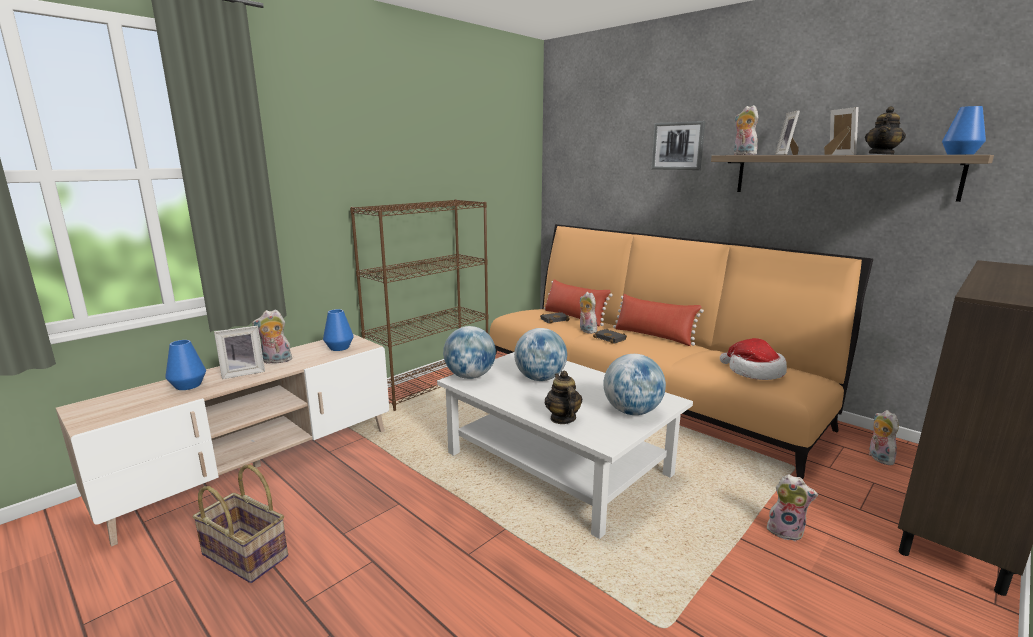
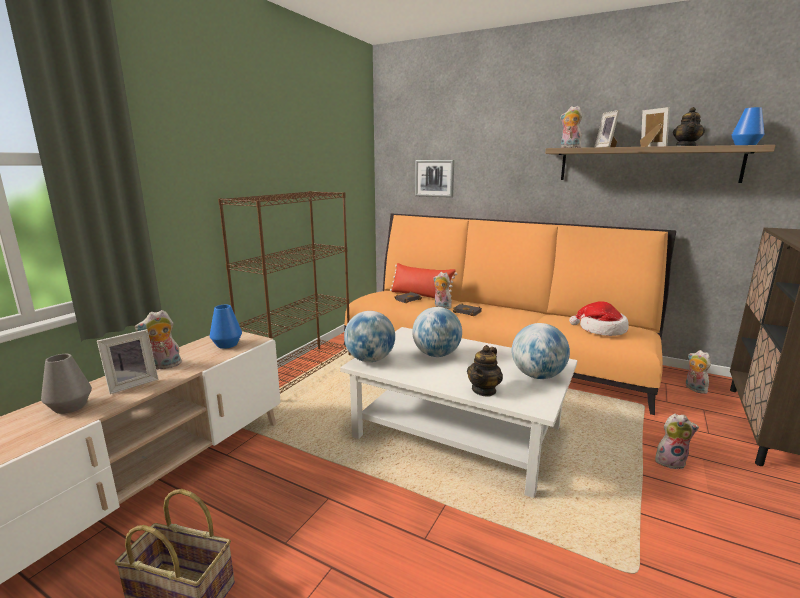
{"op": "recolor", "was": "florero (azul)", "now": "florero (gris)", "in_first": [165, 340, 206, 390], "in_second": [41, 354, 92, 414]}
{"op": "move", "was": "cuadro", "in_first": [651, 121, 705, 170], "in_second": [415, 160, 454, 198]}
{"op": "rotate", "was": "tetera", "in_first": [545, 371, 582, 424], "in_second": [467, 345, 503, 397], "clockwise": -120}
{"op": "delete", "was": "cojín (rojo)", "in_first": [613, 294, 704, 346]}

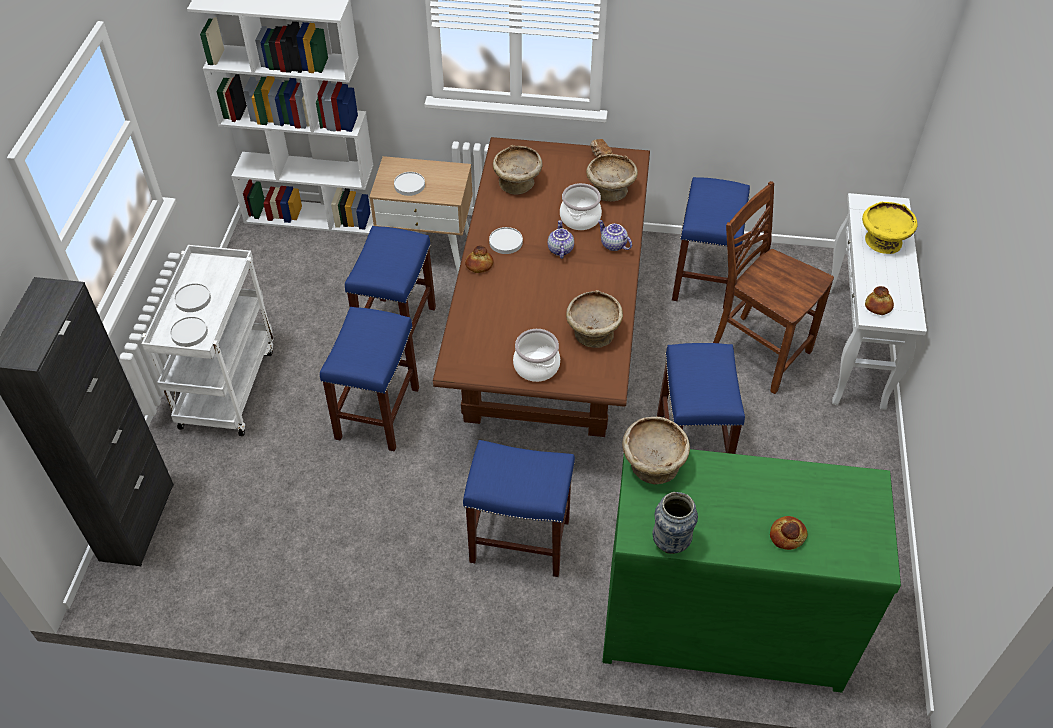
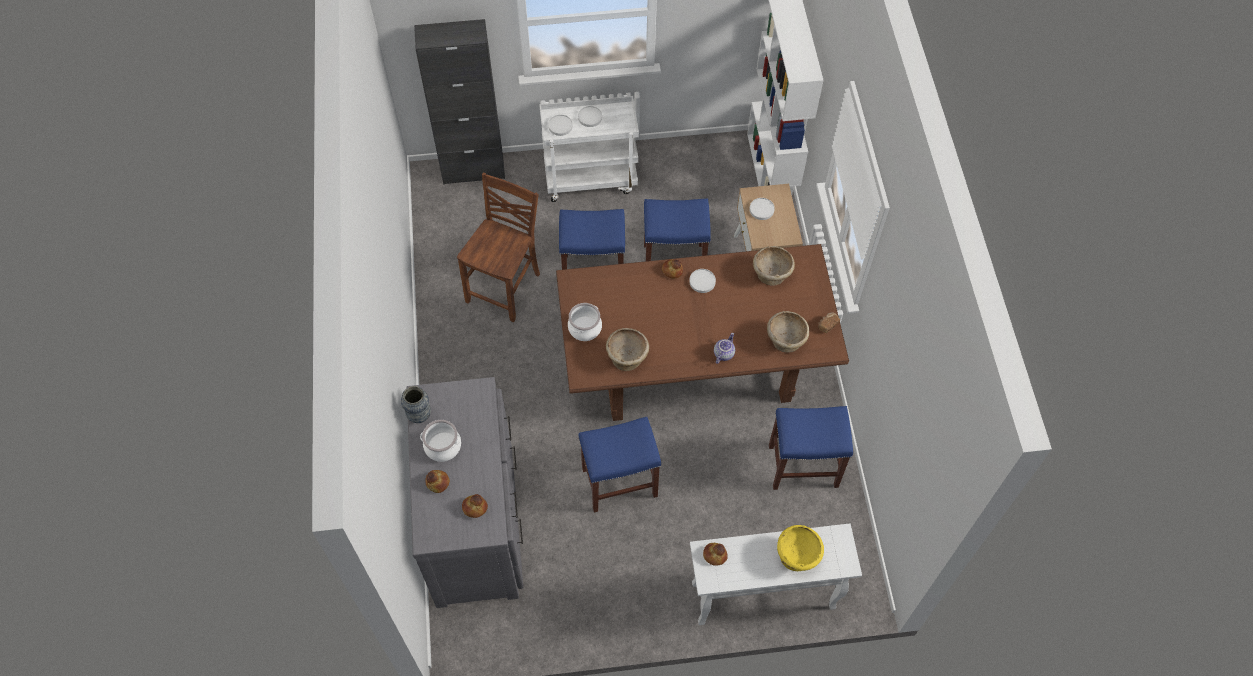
{"op": "recolor", "was": "cómoda (verde)", "now": "cómoda (gris)", "in_first": [602, 449, 901, 693], "in_second": [406, 377, 523, 608]}
{"op": "move", "was": "olla", "in_first": [560, 183, 602, 230], "in_second": [420, 420, 461, 462]}
{"op": "move", "was": "silla (marrón)", "in_first": [713, 181, 834, 394], "in_second": [457, 173, 540, 322]}
{"op": "insert", "now": "pan", "in_second": [462, 494, 488, 518]}
{"op": "delete", "was": "taburete (azul)", "in_first": [463, 440, 575, 577]}
{"op": "delete", "was": "tetera", "in_first": [548, 220, 574, 259]}
{"op": "delete", "was": "cuenco (beis)", "in_first": [622, 417, 690, 484]}

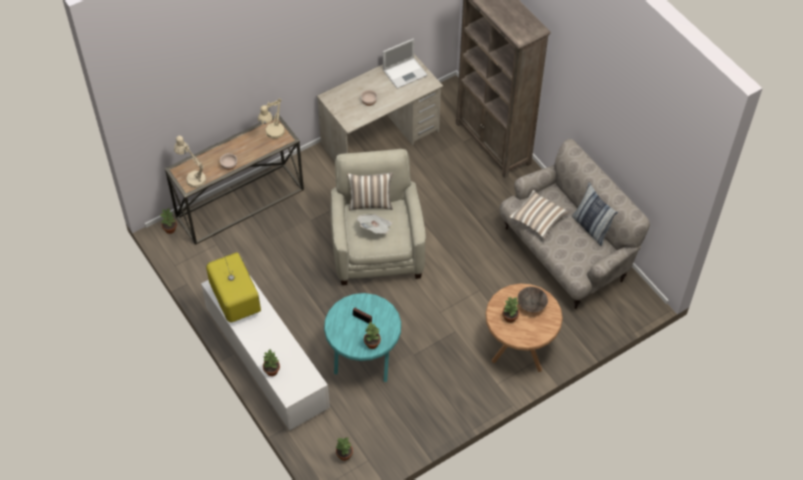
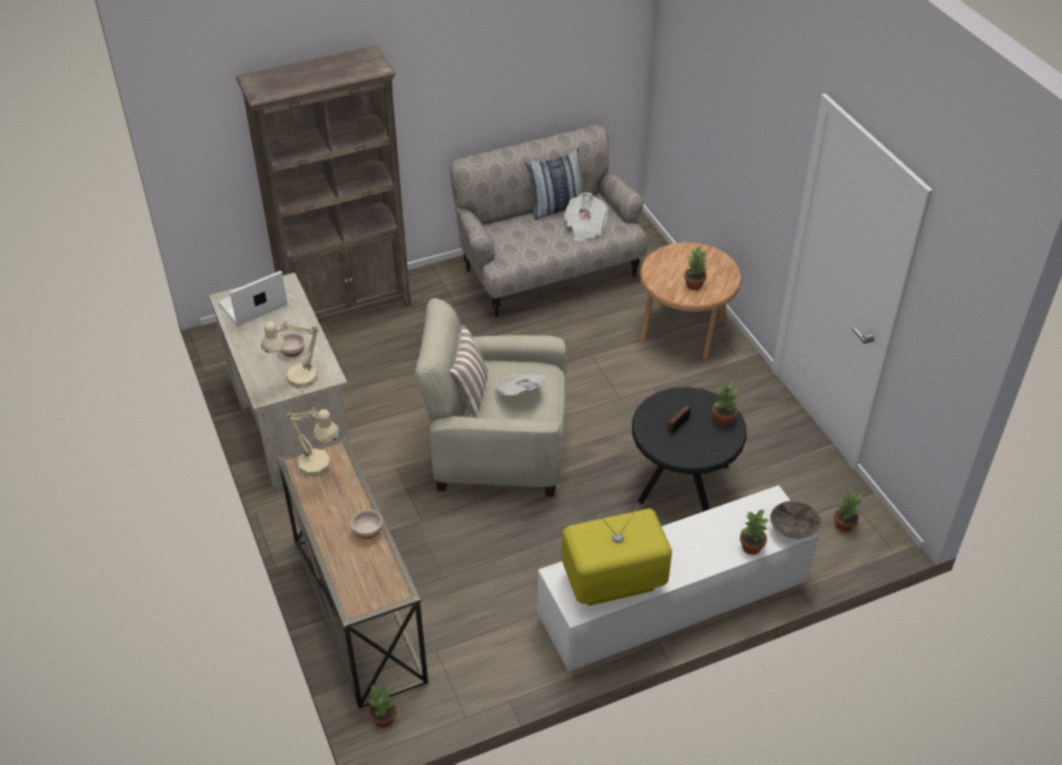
{"op": "rotate", "was": "portátil", "in_first": [383, 38, 427, 89], "in_second": [218, 271, 288, 326], "clockwise": -105}
{"op": "move", "was": "lámpara de mesa (beis)", "in_first": [174, 136, 206, 188], "in_second": [261, 320, 319, 388]}
{"op": "insert", "now": "periódico", "in_second": [564, 192, 608, 241]}
{"op": "recolor", "was": "mesa auxiliar (turquesa)", "now": "mesa auxiliar (negro)", "in_first": [324, 293, 401, 382], "in_second": [632, 387, 747, 511]}
{"op": "move", "was": "cuenco (marrón)", "in_first": [518, 287, 548, 313], "in_second": [770, 501, 821, 538]}
{"op": "delete", "was": "cojín", "in_first": [509, 190, 570, 239]}

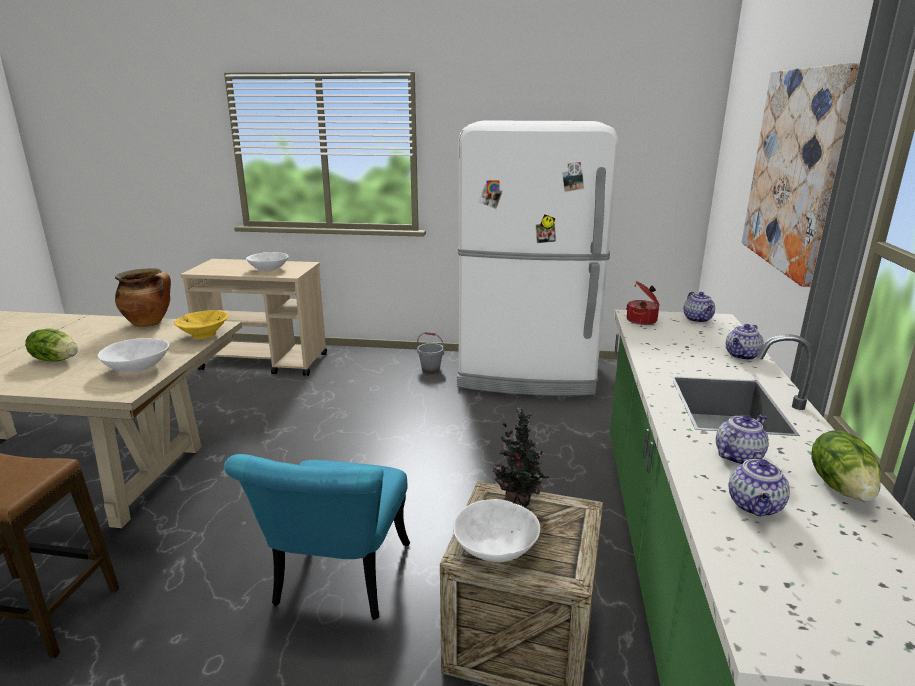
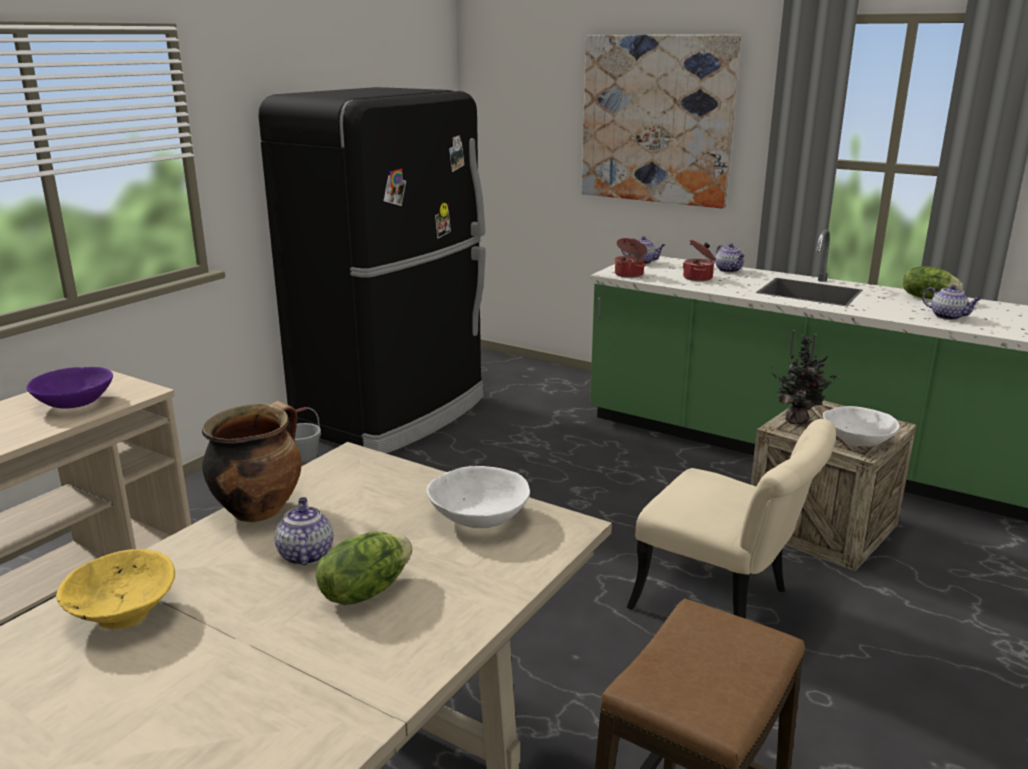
{"op": "recolor", "was": "cuenco (blanco)", "now": "cuenco (morado)", "in_first": [246, 252, 289, 271], "in_second": [27, 367, 113, 409]}
{"op": "move", "was": "cuenco (amarillo)", "in_first": [174, 310, 229, 339], "in_second": [56, 549, 175, 629]}
{"op": "recolor", "was": "nevera (blanco)", "now": "nevera (negro)", "in_first": [457, 120, 619, 396], "in_second": [258, 87, 485, 454]}
{"op": "move", "was": "tetera", "in_first": [716, 414, 769, 465], "in_second": [274, 497, 333, 565]}
{"op": "recolor", "was": "silla (turquesa)", "now": "silla (beis)", "in_first": [224, 454, 410, 620], "in_second": [626, 419, 836, 619]}
{"op": "insert", "now": "olla", "in_second": [683, 239, 715, 281]}

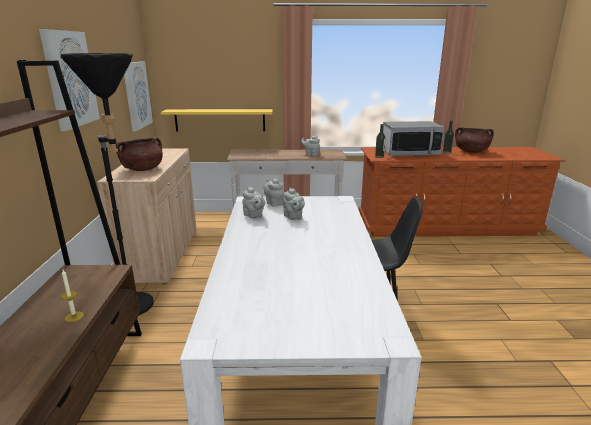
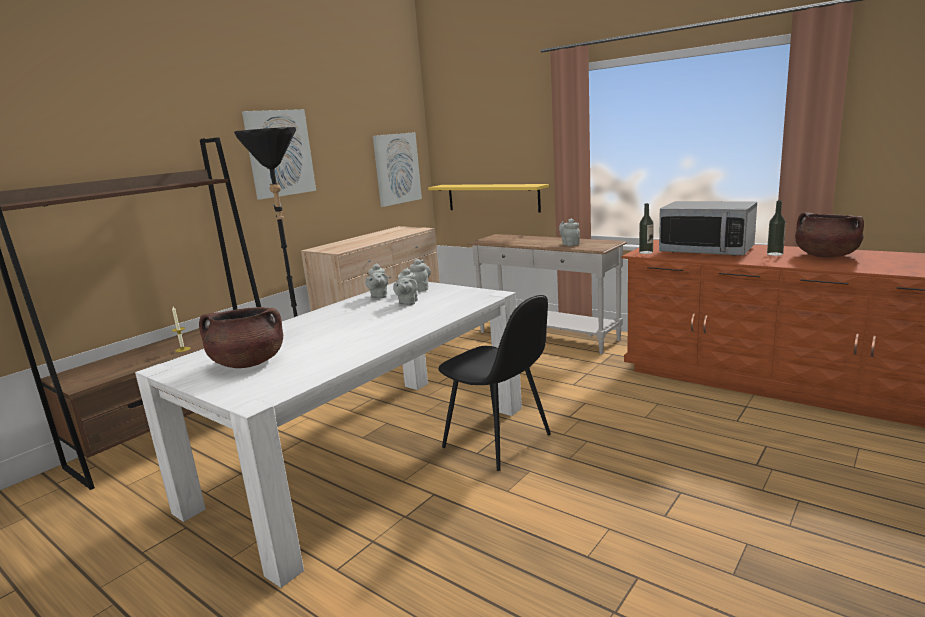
{"op": "move", "was": "olla (marrón)", "in_first": [116, 137, 163, 171], "in_second": [199, 307, 283, 368]}

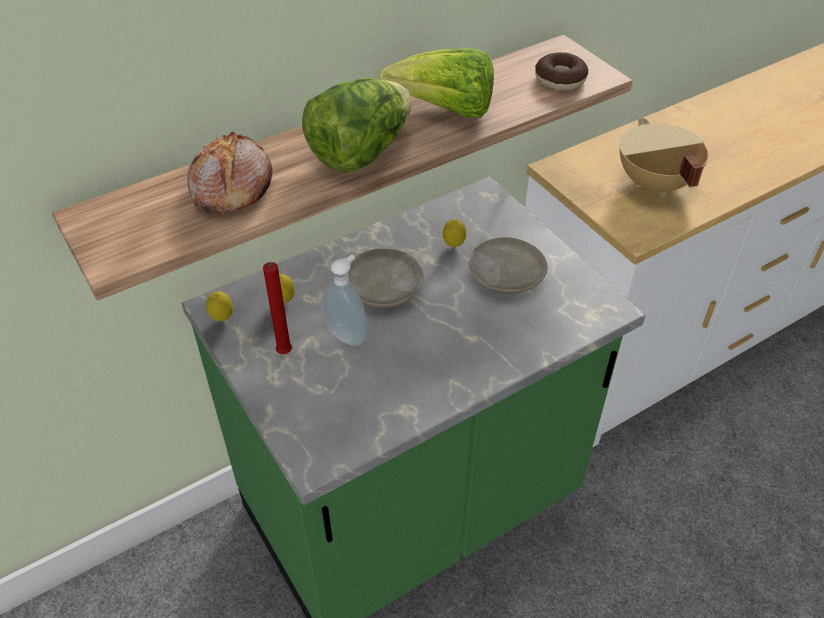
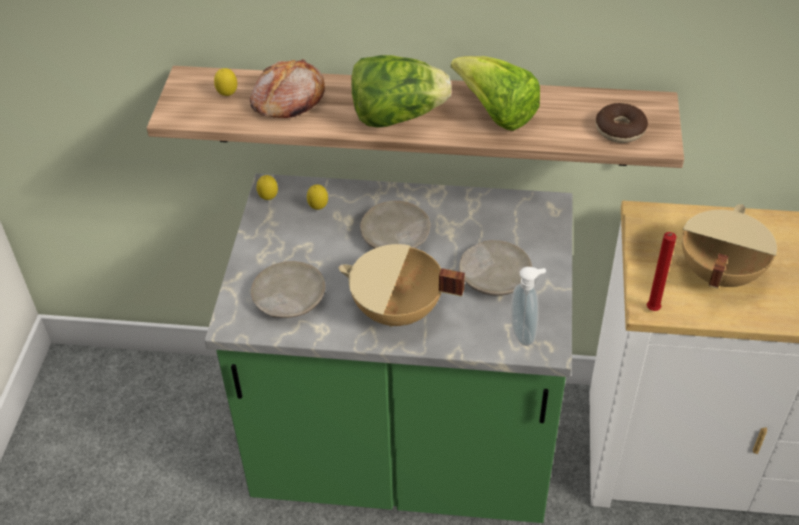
{"op": "move", "was": "limón", "in_first": [443, 219, 466, 247], "in_second": [214, 68, 237, 96]}
{"op": "insert", "now": "plato (beis)", "in_second": [251, 261, 326, 318]}
{"op": "insert", "now": "olla (beis)", "in_second": [339, 244, 465, 327]}
{"op": "move", "was": "dispensador de jabón", "in_first": [322, 255, 368, 346], "in_second": [511, 267, 546, 346]}
{"op": "move", "was": "vela (rojo)", "in_first": [263, 262, 292, 354], "in_second": [647, 232, 676, 311]}

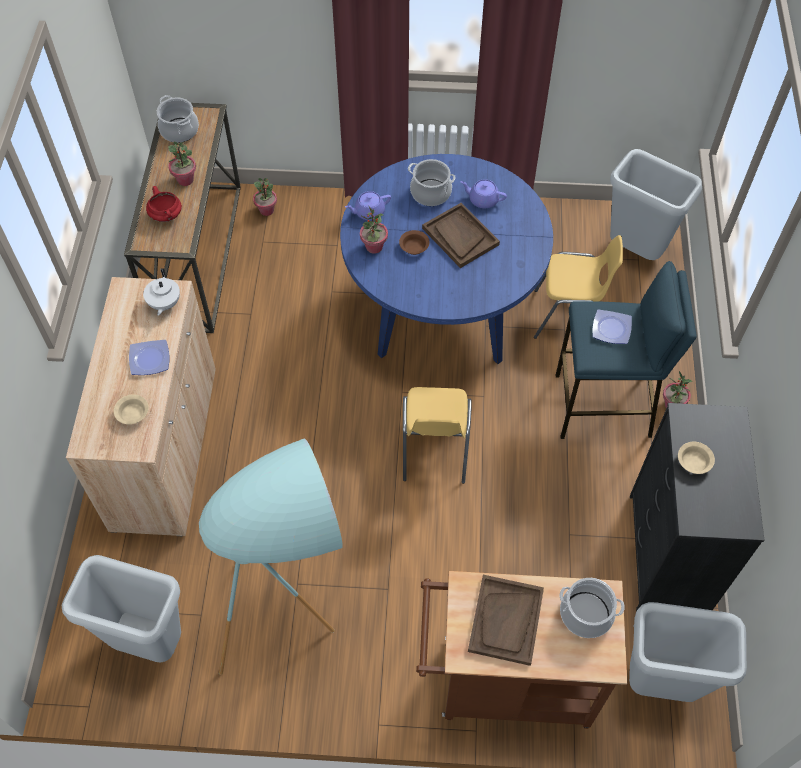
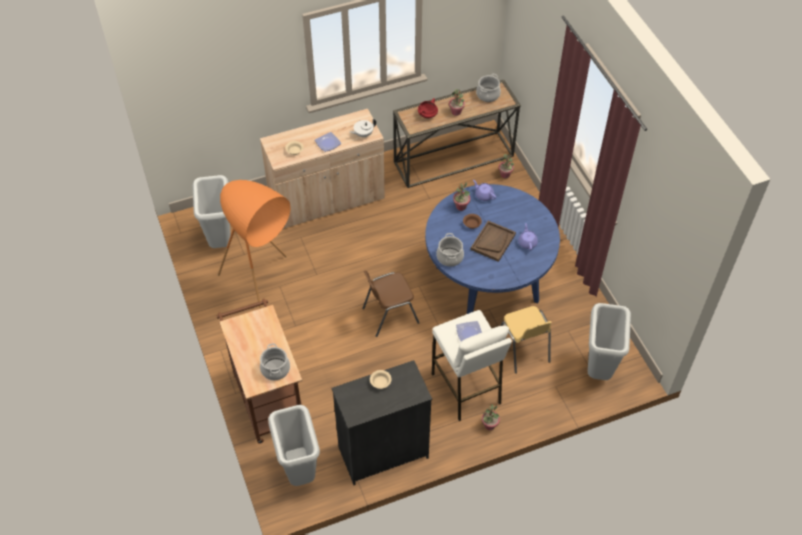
{"op": "recolor", "was": "lámpara de pie (turquesa)", "now": "lámpara de pie (naranja)", "in_first": [199, 438, 343, 675], "in_second": [218, 180, 291, 309]}
{"op": "recolor", "was": "silla (amarillo)", "now": "silla (marrón)", "in_first": [403, 387, 472, 484], "in_second": [362, 270, 419, 337]}
{"op": "recolor", "was": "taburete (azul)", "now": "taburete (blanco)", "in_first": [556, 261, 697, 439], "in_second": [432, 310, 512, 421]}
{"op": "move", "was": "olla", "in_first": [408, 159, 456, 206], "in_second": [436, 233, 464, 267]}
{"op": "delete", "was": "bandeja (marrón)", "in_first": [468, 575, 544, 666]}

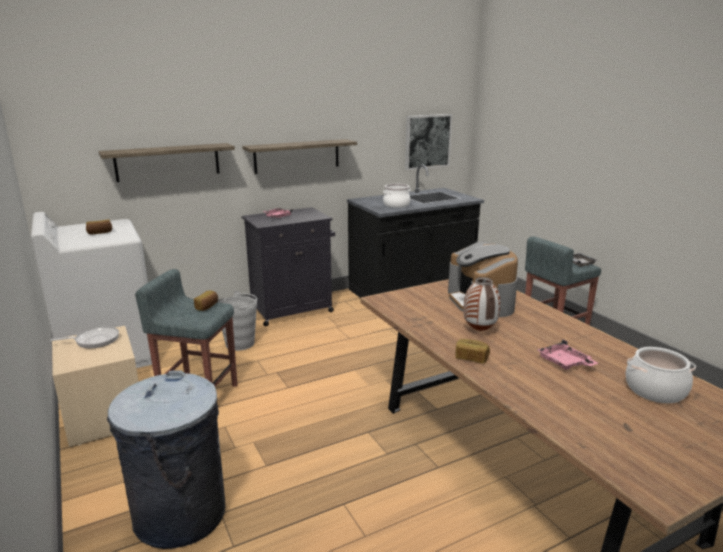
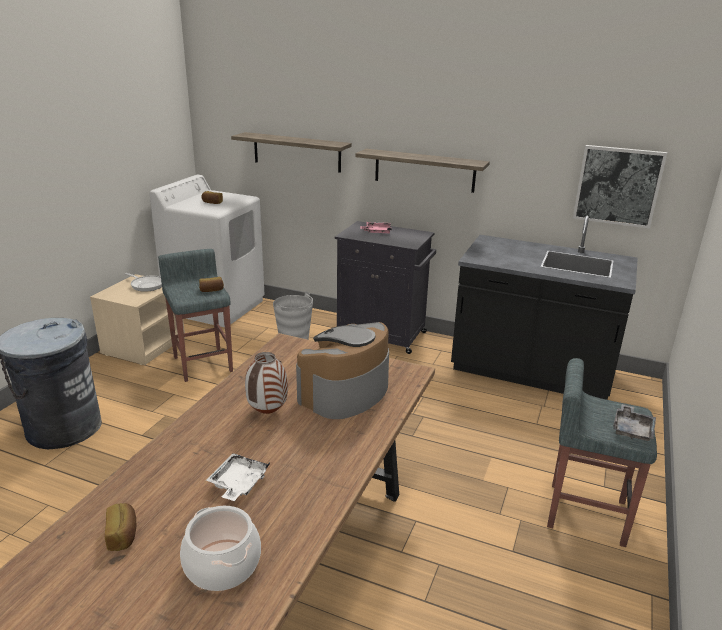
{"op": "move", "was": "pan", "in_first": [456, 339, 490, 363], "in_second": [105, 503, 136, 551]}
{"op": "recolor", "was": "bandeja (rosa)", "now": "bandeja (blanco)", "in_first": [537, 340, 598, 370], "in_second": [206, 453, 270, 501]}
{"op": "delete", "was": "olla", "in_first": [383, 184, 411, 208]}

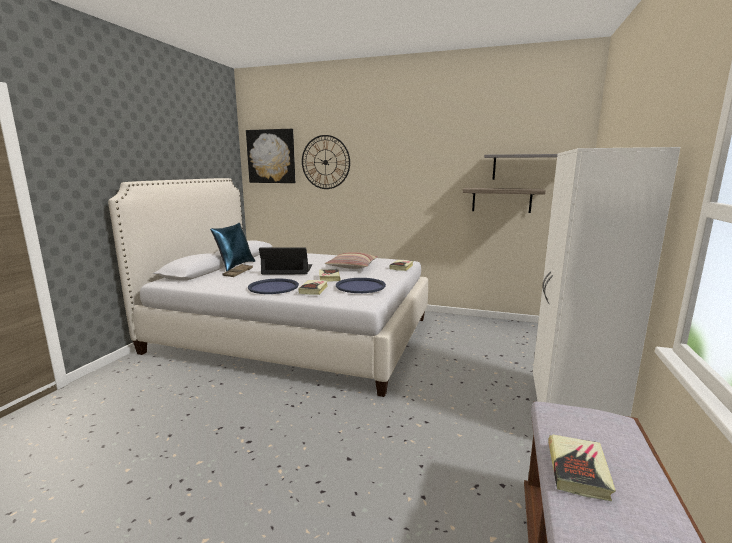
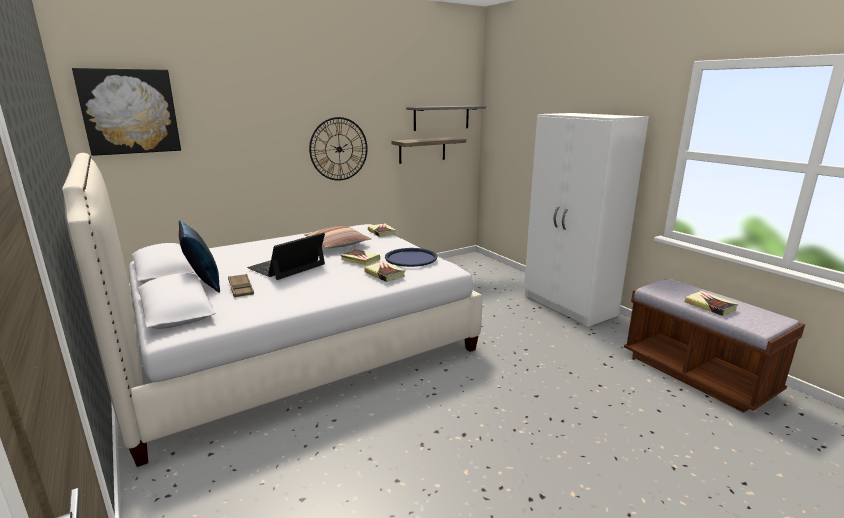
{"op": "move", "was": "reloj de pared", "in_first": [302, 135, 350, 189], "in_second": [309, 117, 367, 181]}
{"op": "delete", "was": "bandeja (azul)", "in_first": [248, 279, 299, 294]}

